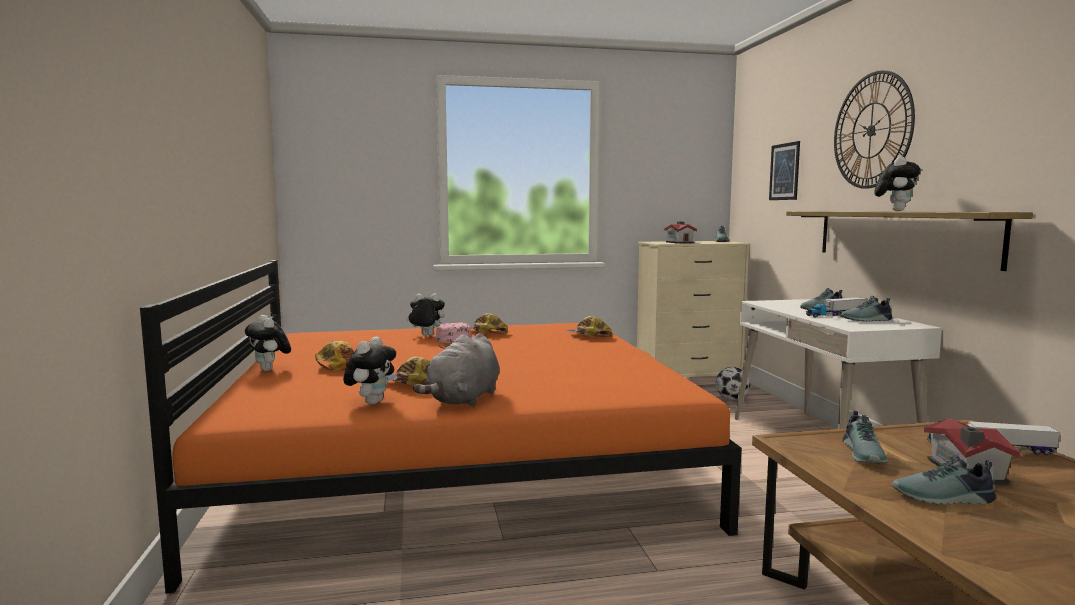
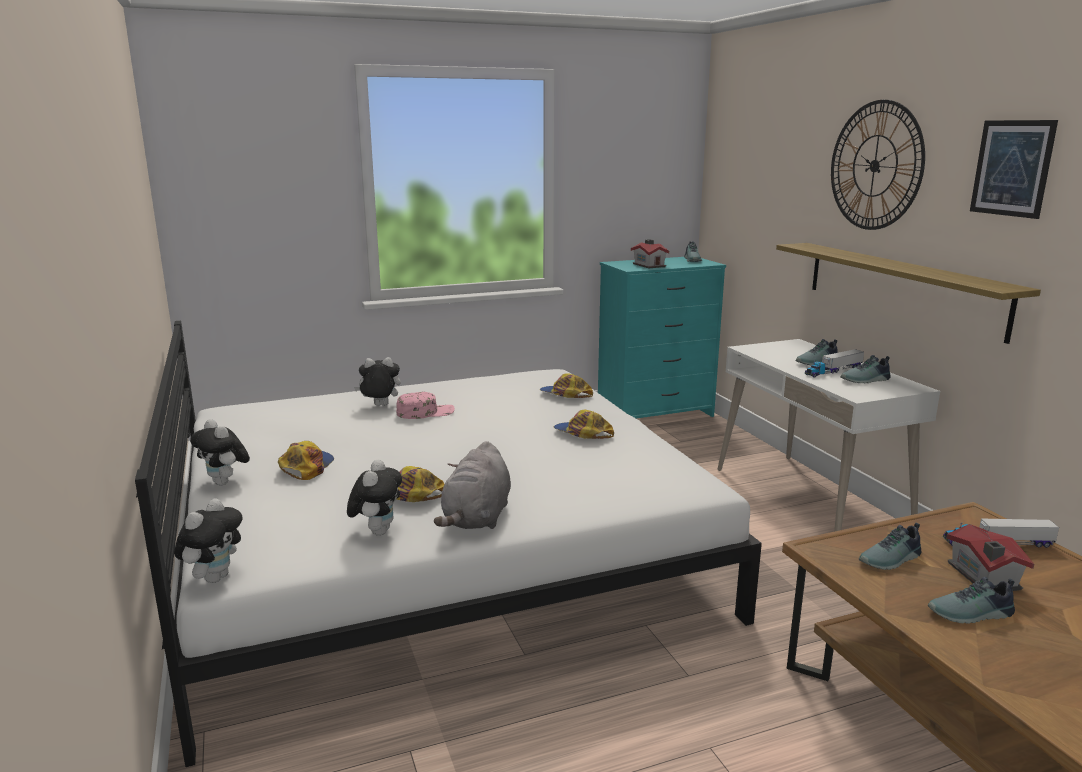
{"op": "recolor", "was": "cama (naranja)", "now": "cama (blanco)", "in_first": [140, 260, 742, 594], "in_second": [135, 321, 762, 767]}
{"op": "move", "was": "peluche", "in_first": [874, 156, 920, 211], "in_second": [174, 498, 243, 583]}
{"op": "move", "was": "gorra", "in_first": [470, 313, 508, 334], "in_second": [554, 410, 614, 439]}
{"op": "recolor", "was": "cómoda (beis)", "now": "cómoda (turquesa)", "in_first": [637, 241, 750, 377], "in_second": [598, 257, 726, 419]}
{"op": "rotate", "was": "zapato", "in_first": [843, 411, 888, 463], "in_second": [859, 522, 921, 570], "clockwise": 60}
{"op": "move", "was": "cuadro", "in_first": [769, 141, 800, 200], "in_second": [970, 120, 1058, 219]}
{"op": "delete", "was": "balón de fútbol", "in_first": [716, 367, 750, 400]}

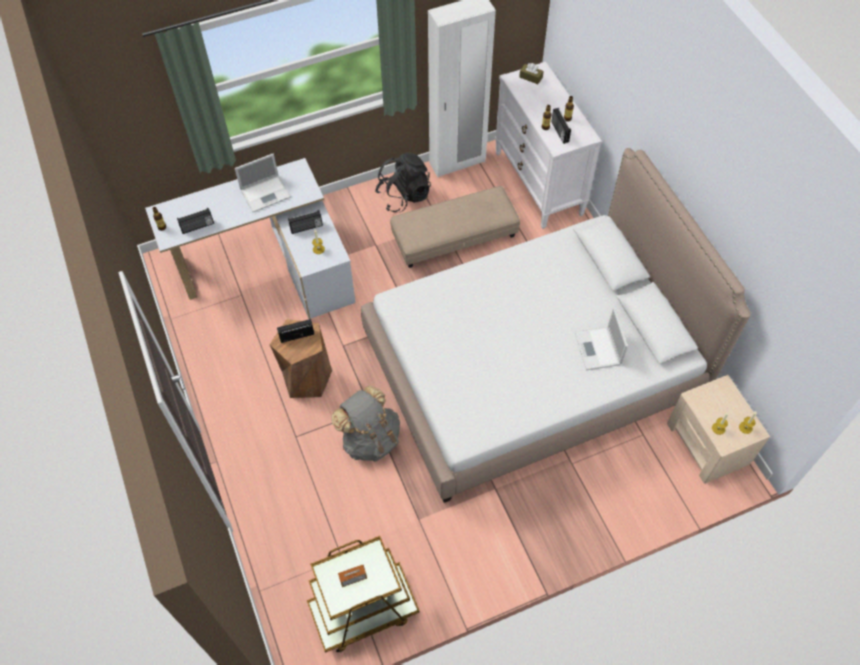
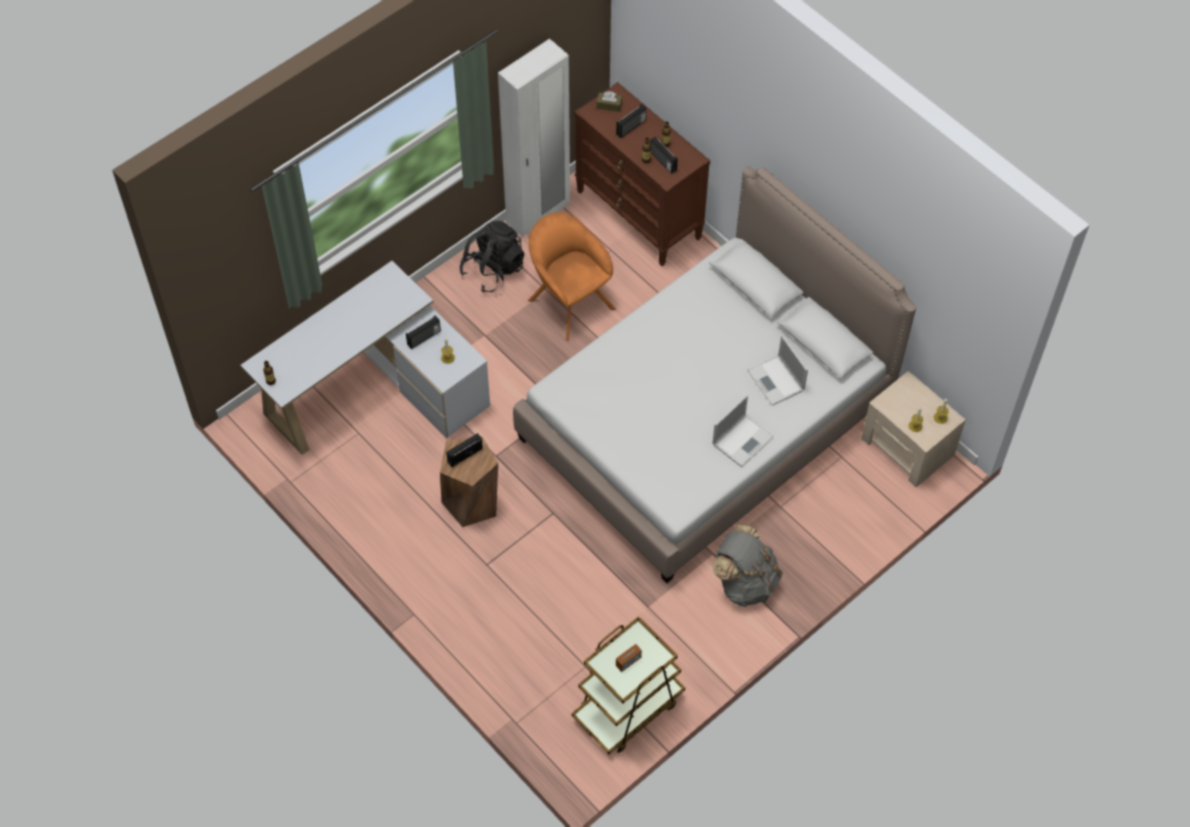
{"op": "replace", "was": "puf (beis)", "now": "sillón (naranja)", "in_first": [390, 186, 520, 268], "in_second": [528, 212, 616, 341]}
{"op": "recolor", "was": "cómoda (blanco)", "now": "cómoda (marrón)", "in_first": [495, 61, 602, 229], "in_second": [574, 82, 710, 266]}
{"op": "move", "was": "radio", "in_first": [177, 208, 214, 234], "in_second": [616, 104, 647, 138]}
{"op": "move", "was": "mochila (gris)", "in_first": [332, 386, 400, 461], "in_second": [712, 524, 783, 607]}
{"op": "move", "was": "portátil", "in_first": [235, 154, 291, 212], "in_second": [713, 395, 773, 467]}

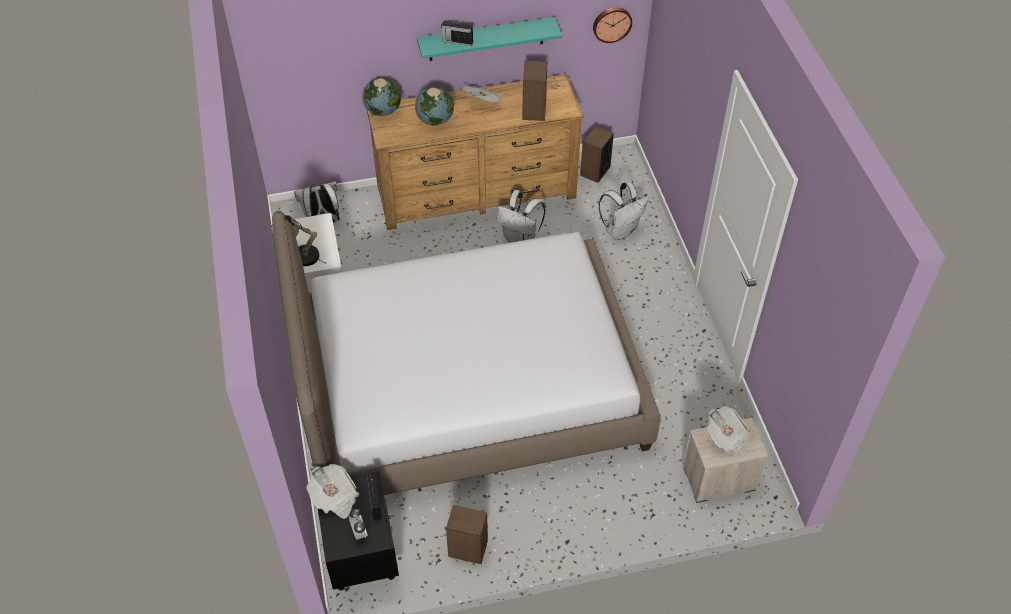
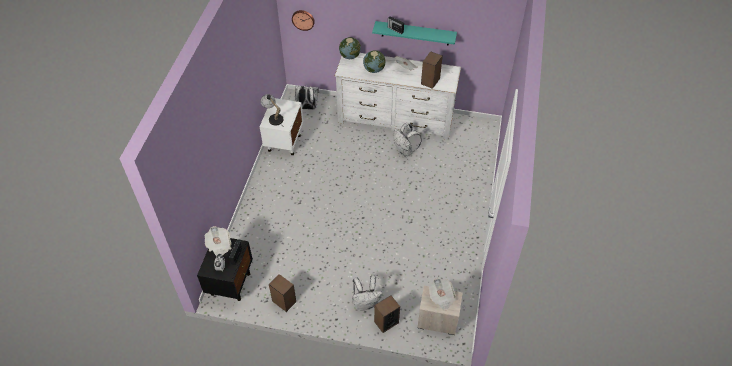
{"op": "move", "was": "reloj de pared", "in_first": [593, 7, 632, 43], "in_second": [292, 10, 315, 31]}
{"op": "recolor", "was": "cómoda (marrón)", "now": "cómoda (blanco)", "in_first": [366, 74, 584, 230], "in_second": [335, 53, 461, 140]}
{"op": "move", "was": "mochila (blanco)", "in_first": [599, 181, 648, 240], "in_second": [352, 275, 382, 310]}
{"op": "move", "was": "altavoz", "in_first": [580, 126, 614, 183], "in_second": [374, 295, 400, 333]}
{"op": "delete", "was": "cama", "in_first": [272, 211, 661, 495]}

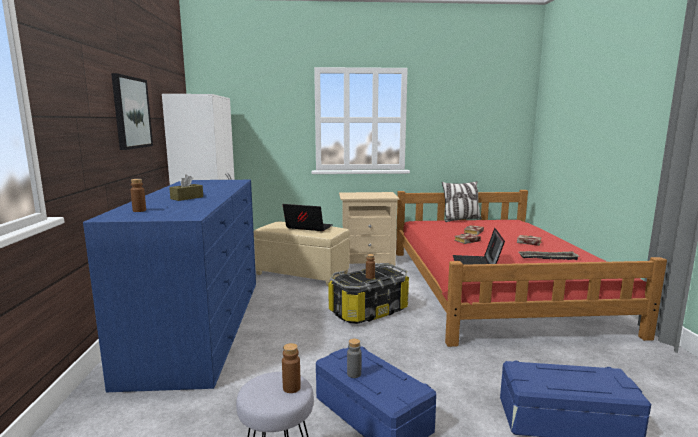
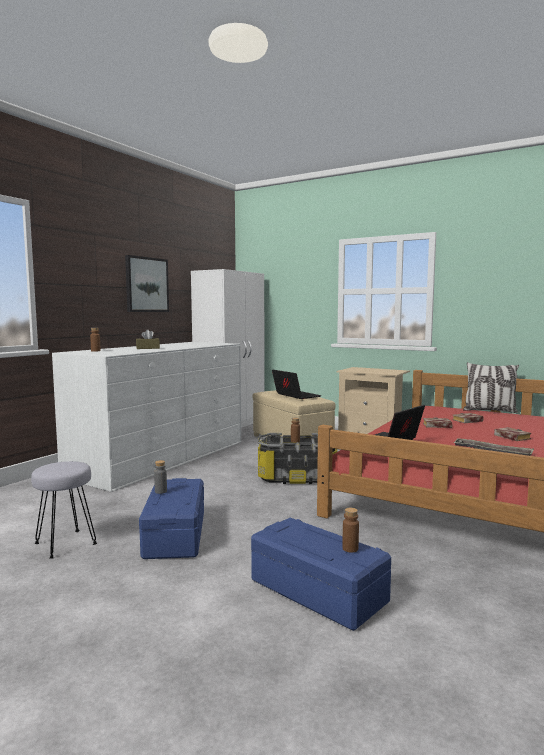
{"op": "recolor", "was": "cómoda (azul)", "now": "cómoda (blanco)", "in_first": [83, 180, 256, 392], "in_second": [52, 342, 241, 492]}
{"op": "move", "was": "botella (marrón)", "in_first": [282, 343, 301, 393], "in_second": [342, 508, 359, 553]}

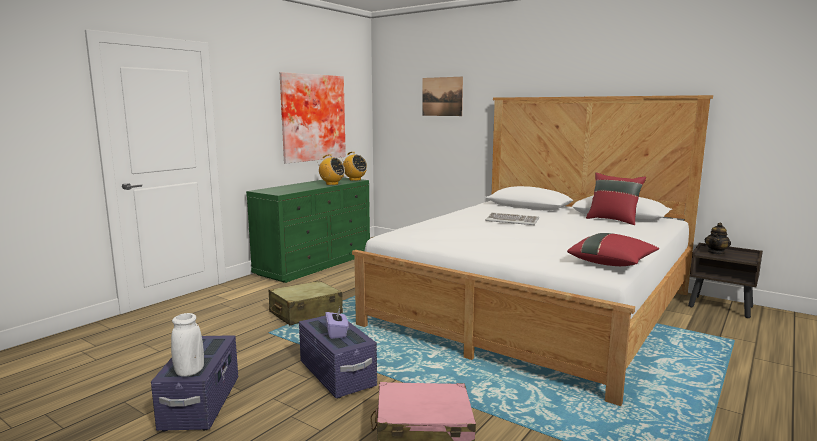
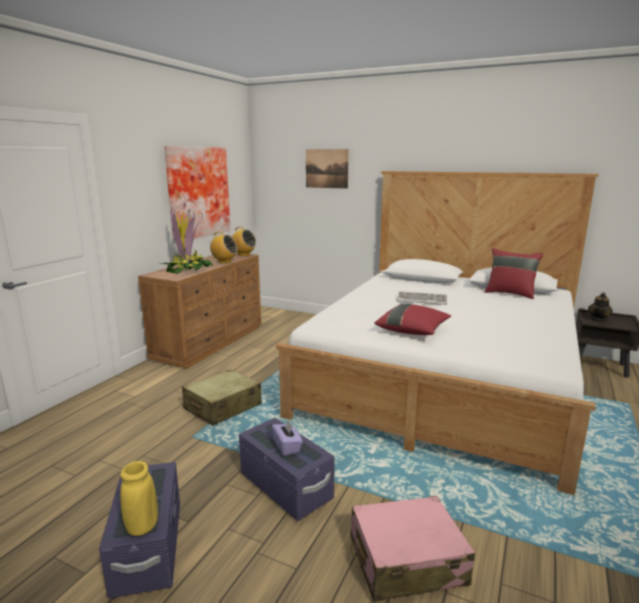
{"op": "recolor", "was": "florero (blanco)", "now": "florero (amarillo)", "in_first": [171, 313, 204, 377], "in_second": [120, 461, 158, 536]}
{"op": "recolor", "was": "cómoda (verde)", "now": "cómoda (marrón)", "in_first": [246, 178, 370, 283], "in_second": [138, 253, 261, 369]}
{"op": "insert", "now": "planta en maceta", "in_second": [159, 205, 214, 274]}
{"op": "move", "was": "cojín (rojo)", "in_first": [567, 233, 659, 266], "in_second": [374, 304, 451, 335]}

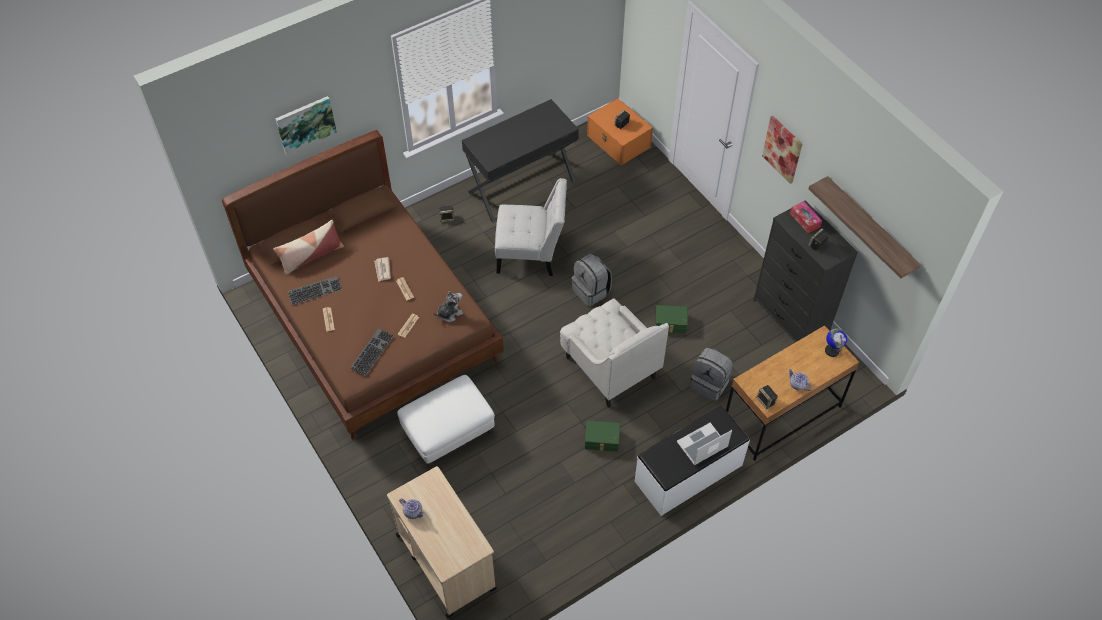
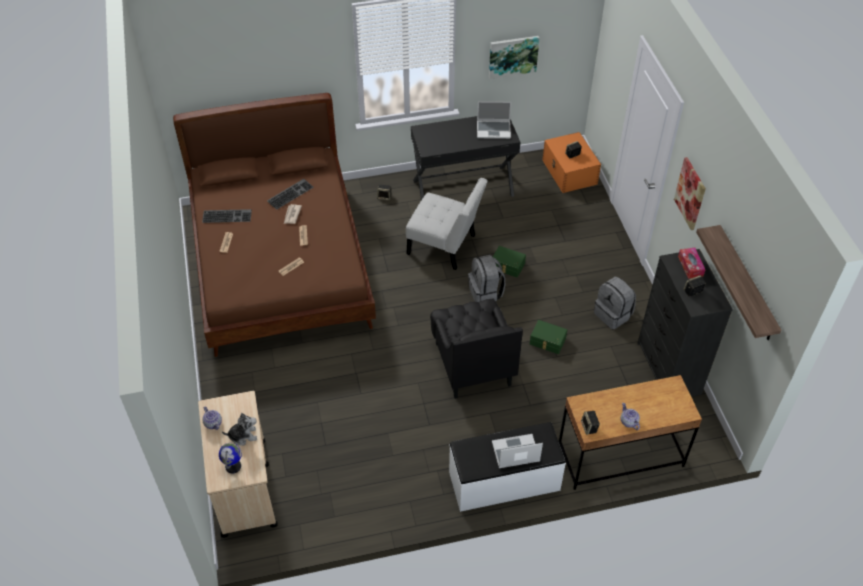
{"op": "move", "was": "globo terráqueo", "in_first": [825, 328, 847, 357], "in_second": [219, 443, 242, 474]}
{"op": "move", "was": "peluche", "in_first": [434, 291, 463, 322], "in_second": [222, 413, 257, 445]}
{"op": "move", "was": "teclado", "in_first": [350, 328, 394, 376], "in_second": [267, 179, 313, 210]}
{"op": "recolor", "was": "sillón (blanco)", "now": "sillón (negro)", "in_first": [560, 299, 669, 408], "in_second": [430, 298, 523, 399]}
{"op": "insert", "now": "portátil", "in_second": [477, 101, 512, 139]}
{"op": "move", "was": "cuadro", "in_first": [275, 96, 337, 155], "in_second": [489, 36, 539, 79]}
{"op": "move", "was": "caja de almacenaje (verde)", "in_first": [585, 421, 620, 452], "in_second": [493, 246, 526, 277]}
{"op": "move", "was": "mochila (gris)", "in_first": [690, 348, 733, 401], "in_second": [594, 277, 636, 330]}
{"op": "delete", "was": "cojín", "in_first": [273, 220, 344, 275]}
{"op": "delete", "was": "puf (blanco)", "in_first": [397, 375, 495, 469]}

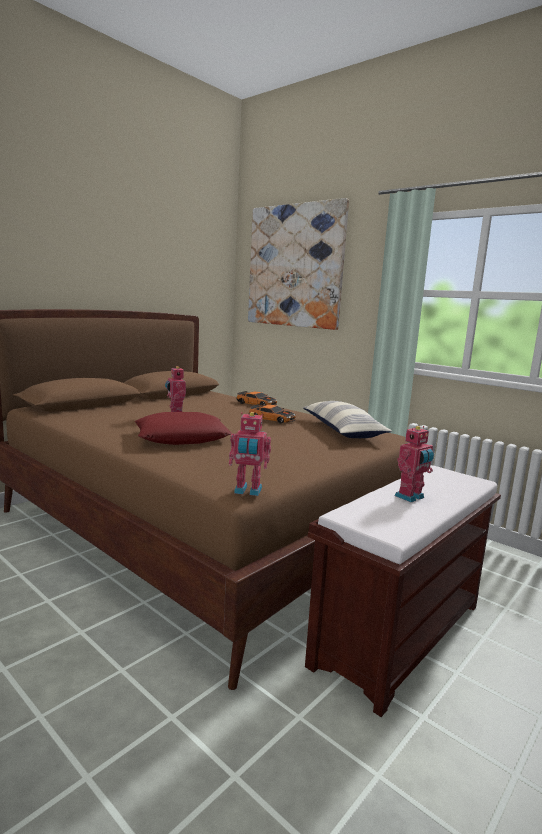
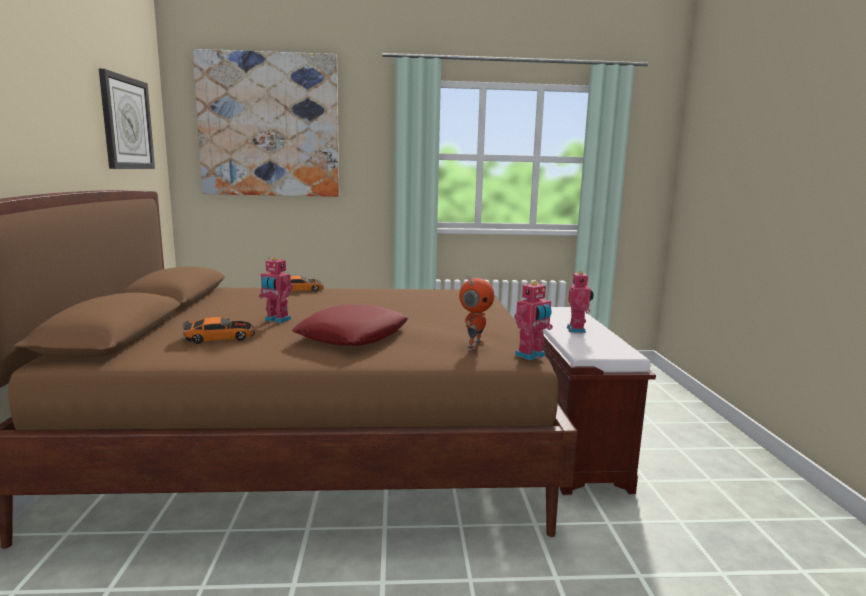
{"op": "insert", "now": "reloj de pared", "in_second": [99, 69, 155, 169]}
{"op": "move", "was": "coche de juguete", "in_first": [249, 404, 296, 423], "in_second": [183, 317, 255, 344]}
{"op": "insert", "now": "robot de juguete", "in_second": [459, 275, 494, 349]}
{"op": "delete", "was": "cojín", "in_first": [303, 401, 392, 438]}

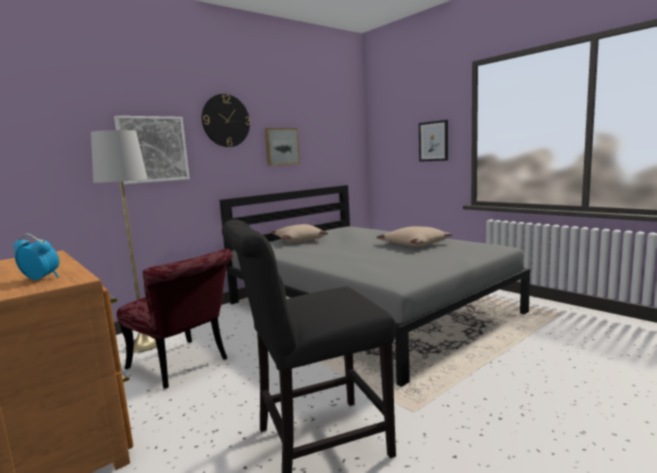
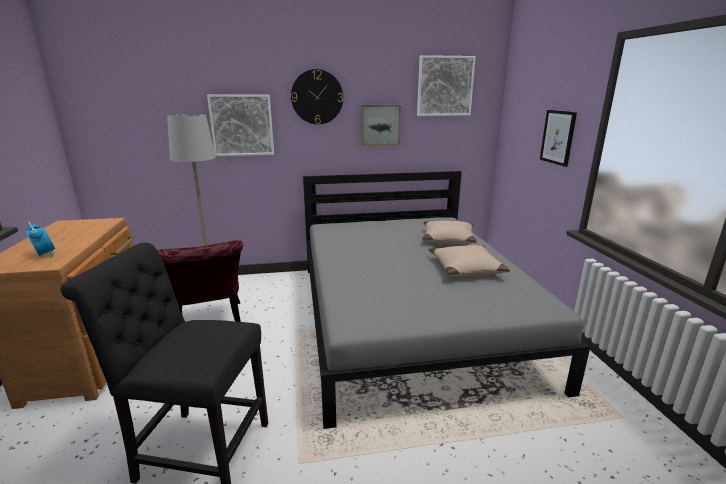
{"op": "insert", "now": "cuadro", "in_second": [417, 55, 476, 116]}
{"op": "move", "was": "cojín (beis)", "in_first": [271, 224, 328, 242], "in_second": [422, 221, 477, 244]}

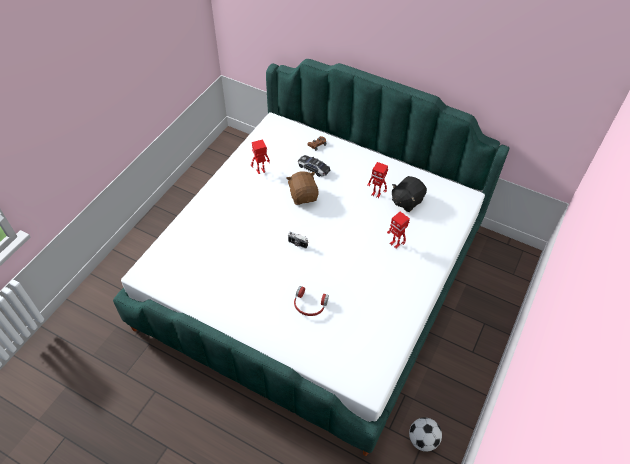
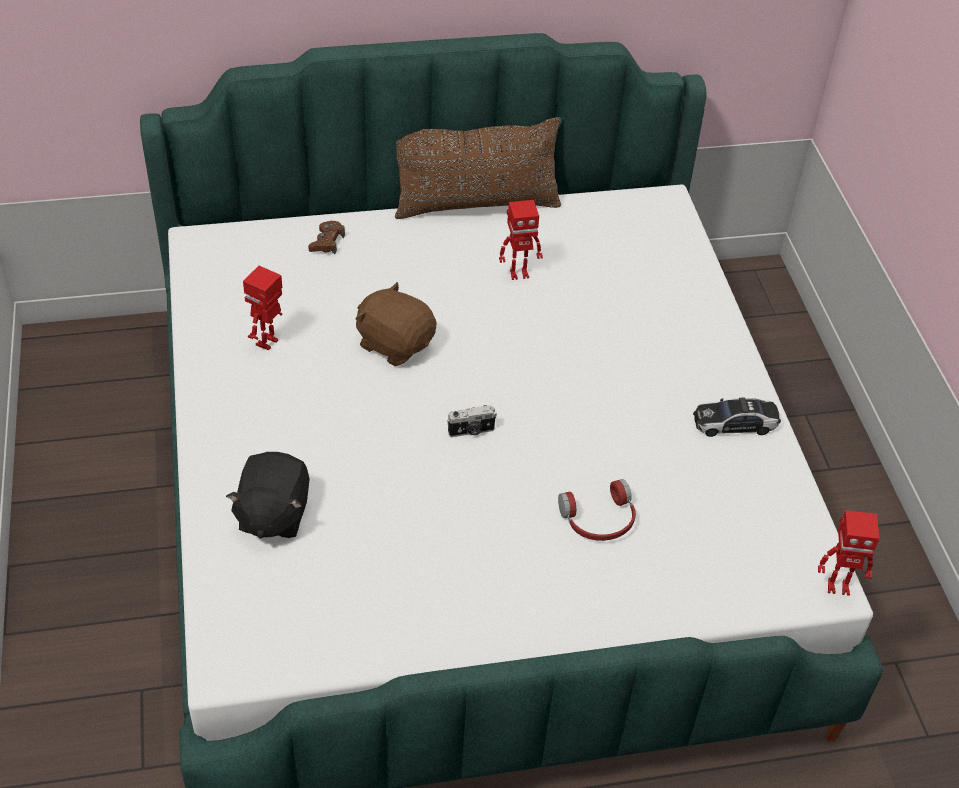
{"op": "move", "was": "peluche (negro)", "in_first": [392, 176, 427, 212], "in_second": [226, 452, 310, 539]}
{"op": "insert", "now": "cojín (marrón)", "in_second": [395, 117, 561, 219]}
{"op": "move", "was": "coche de juguete", "in_first": [298, 155, 330, 177], "in_second": [693, 398, 781, 437]}
{"op": "move", "was": "robot de juguete", "in_first": [387, 212, 410, 249], "in_second": [818, 510, 879, 596]}
{"op": "delete", "was": "balón de fútbol", "in_first": [409, 417, 442, 452]}

